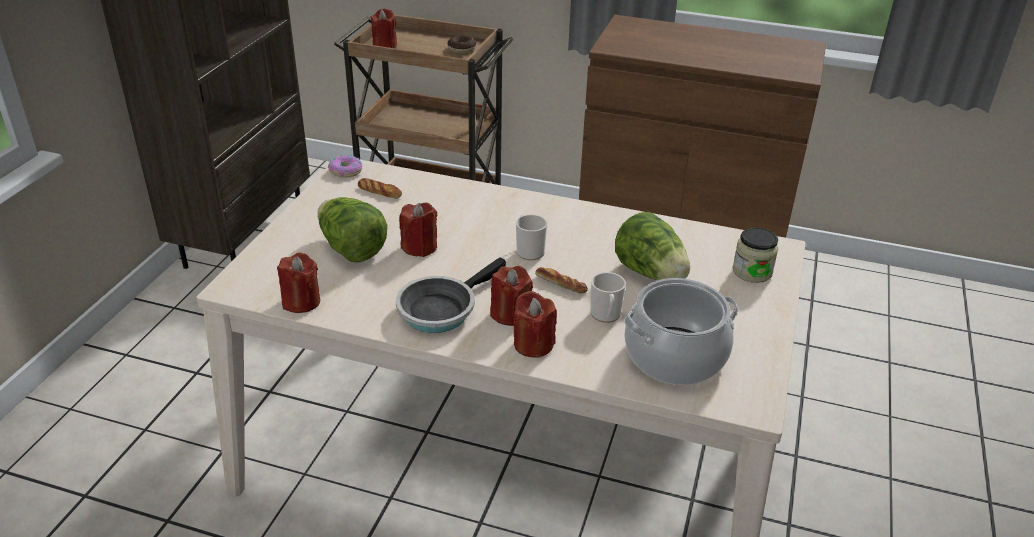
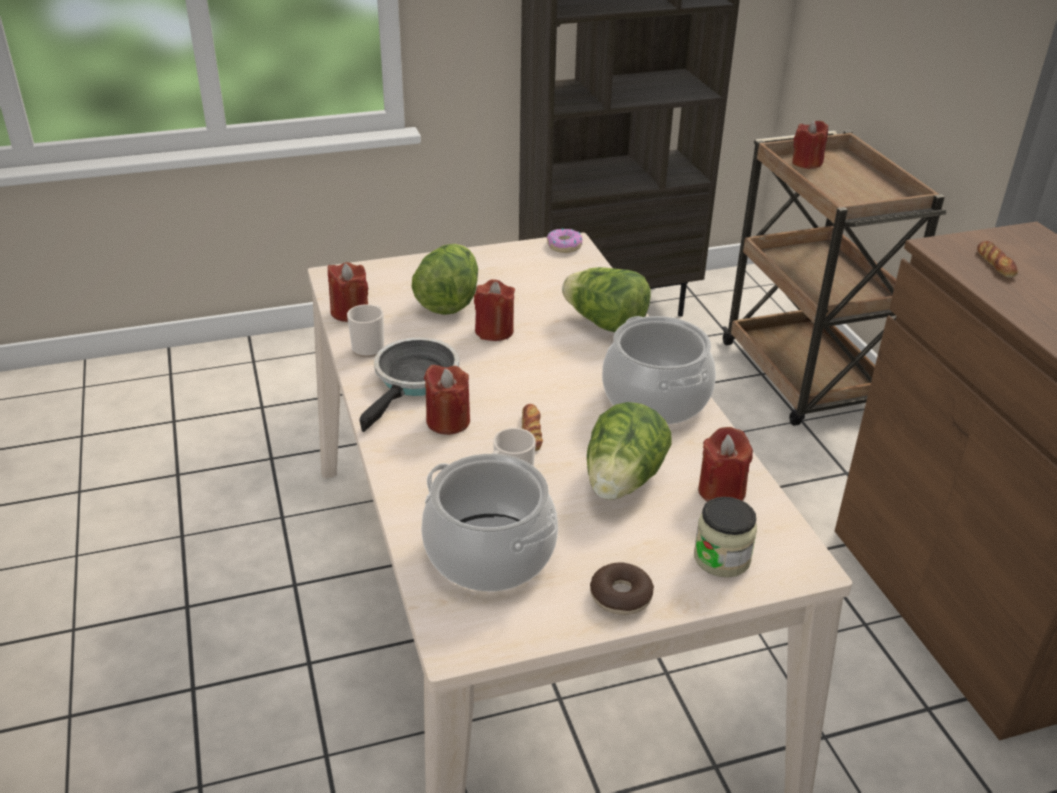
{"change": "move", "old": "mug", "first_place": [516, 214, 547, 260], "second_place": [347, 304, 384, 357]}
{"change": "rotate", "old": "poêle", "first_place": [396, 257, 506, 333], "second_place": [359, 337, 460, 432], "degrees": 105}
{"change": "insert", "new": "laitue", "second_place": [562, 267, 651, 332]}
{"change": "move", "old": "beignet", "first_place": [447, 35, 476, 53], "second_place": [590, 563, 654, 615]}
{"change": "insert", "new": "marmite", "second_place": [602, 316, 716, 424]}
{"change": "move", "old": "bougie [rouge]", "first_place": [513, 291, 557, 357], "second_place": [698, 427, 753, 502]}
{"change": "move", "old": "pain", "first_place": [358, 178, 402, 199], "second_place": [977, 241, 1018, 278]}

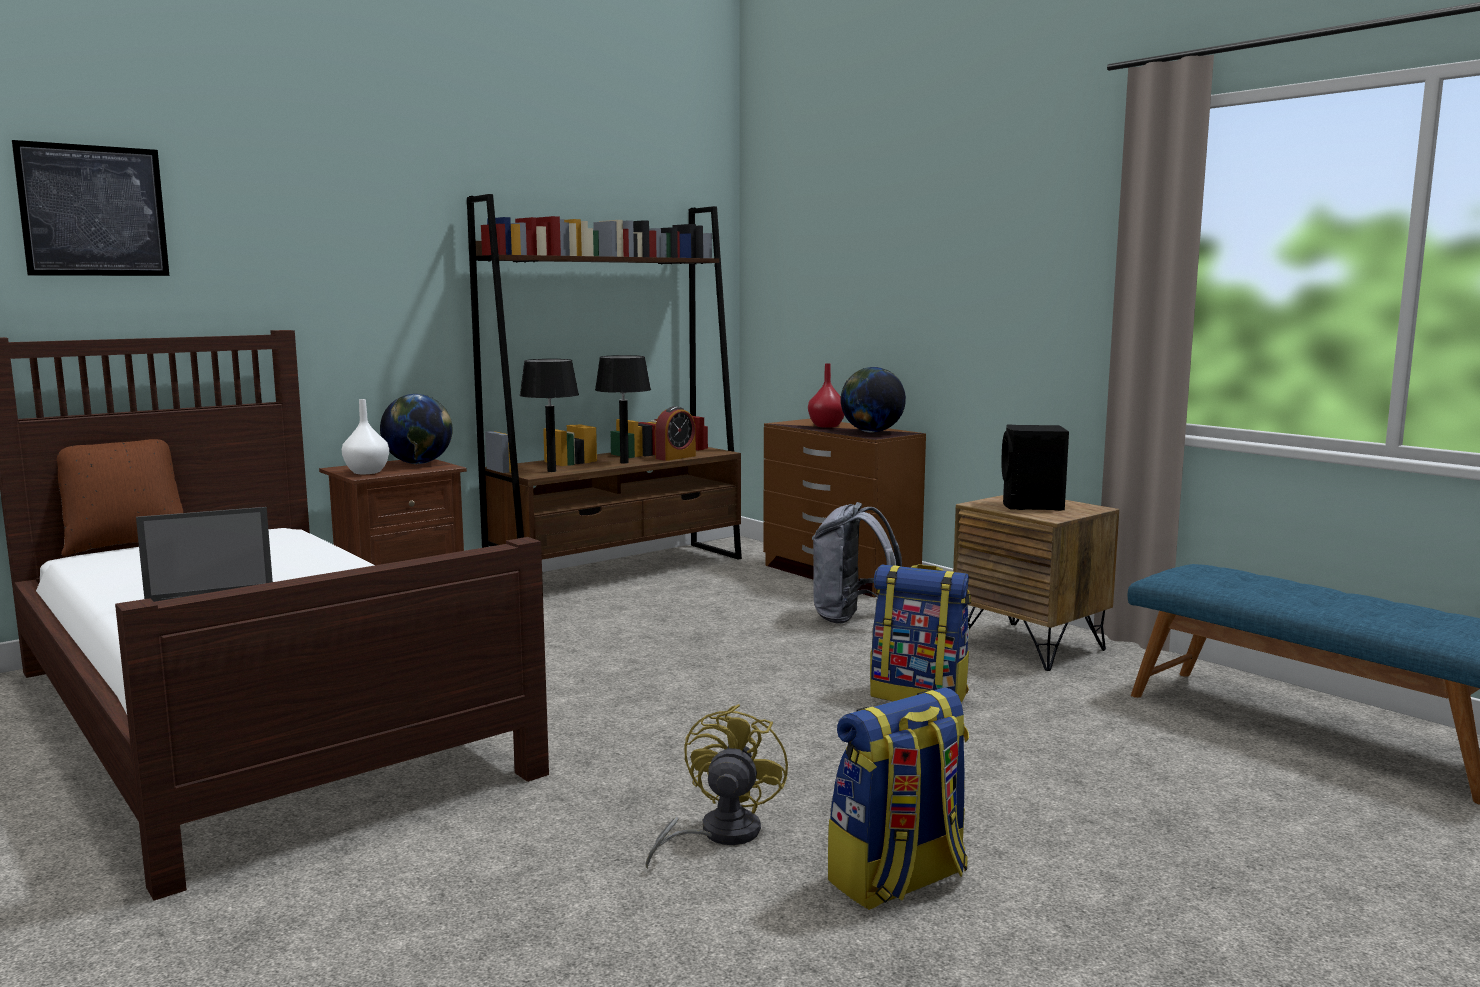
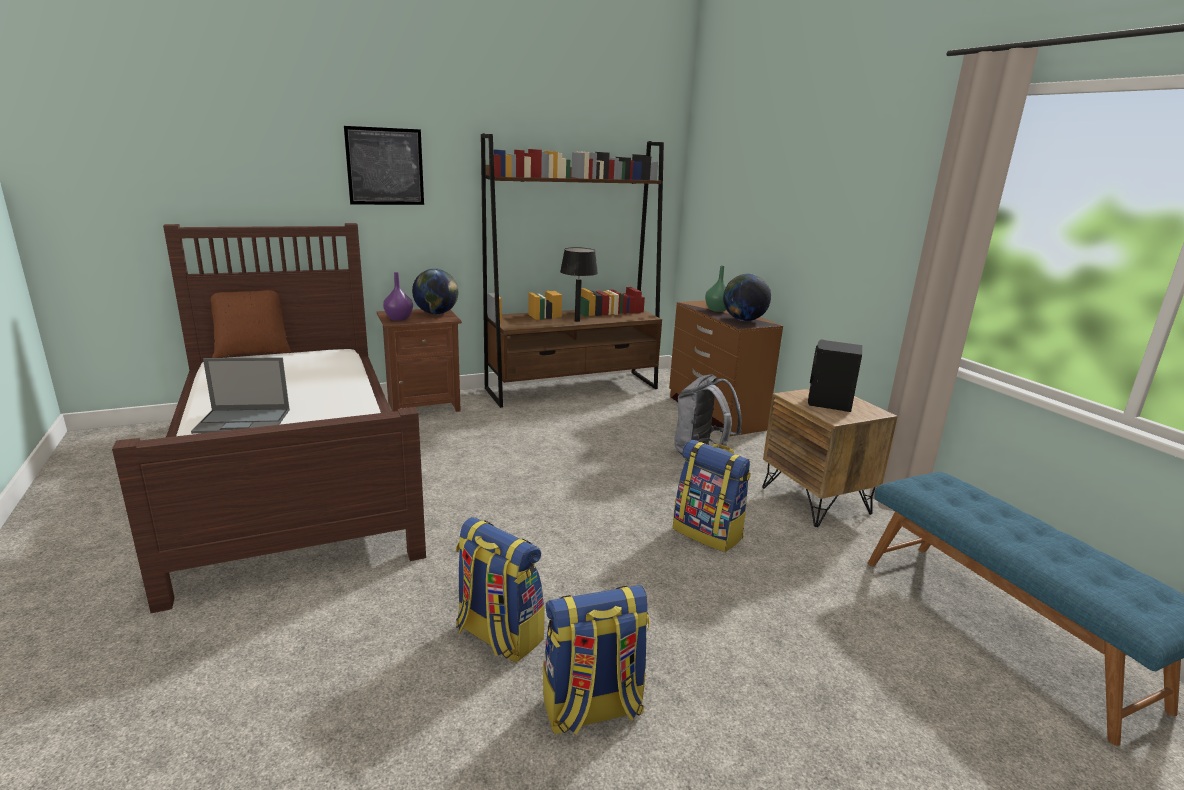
{"change": "move", "old": "tableau", "first_place": [12, 140, 169, 276], "second_place": [344, 126, 424, 205]}
{"change": "recolor", "old": "vase [blanc]", "new": "vase [violet]", "first_place": [342, 399, 389, 474], "second_place": [383, 272, 413, 321]}
{"change": "replace", "old": "ventilateur [jaune]", "new": "sac à dos", "first_place": [646, 704, 788, 869], "second_place": [456, 517, 544, 663]}
{"change": "recolor", "old": "vase [rouge]", "new": "vase [vert]", "first_place": [808, 363, 844, 428], "second_place": [705, 266, 726, 312]}
{"change": "delete", "old": "lampe de table [noir]", "first_place": [519, 359, 579, 472]}
{"change": "delete", "old": "réveil", "first_place": [655, 406, 696, 461]}

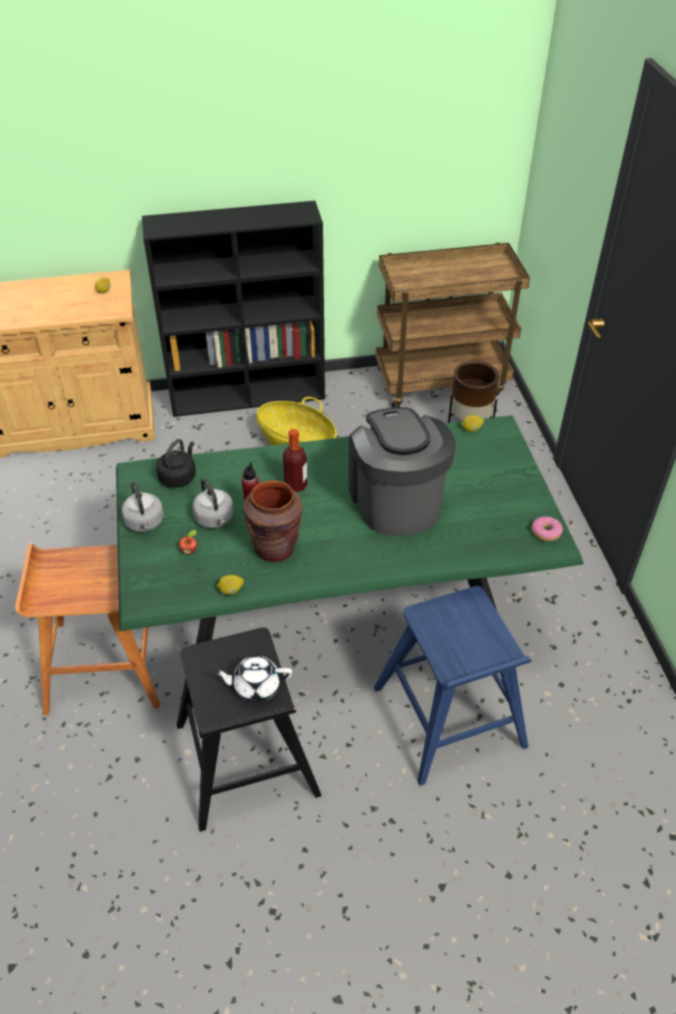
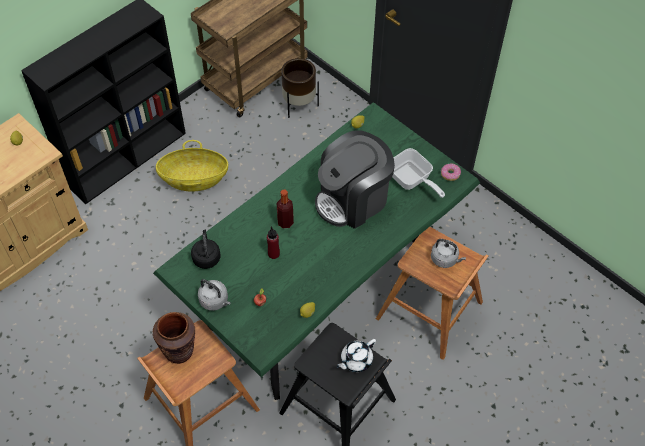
{"change": "move", "old": "vase [marron]", "first_place": [243, 480, 302, 562], "second_place": [153, 312, 195, 364]}
{"change": "rotate", "old": "machine à café", "first_place": [349, 407, 456, 536], "second_place": [315, 130, 395, 229], "degrees": -75}
{"change": "recolor", "old": "tabouret [bleu]", "new": "tabouret [marron]", "first_place": [374, 586, 532, 786], "second_place": [376, 227, 489, 360]}
{"change": "insert", "new": "poêle", "second_place": [392, 148, 445, 198]}
{"change": "move", "old": "bouilloire [gris]", "first_place": [193, 478, 234, 528], "second_place": [431, 239, 466, 268]}

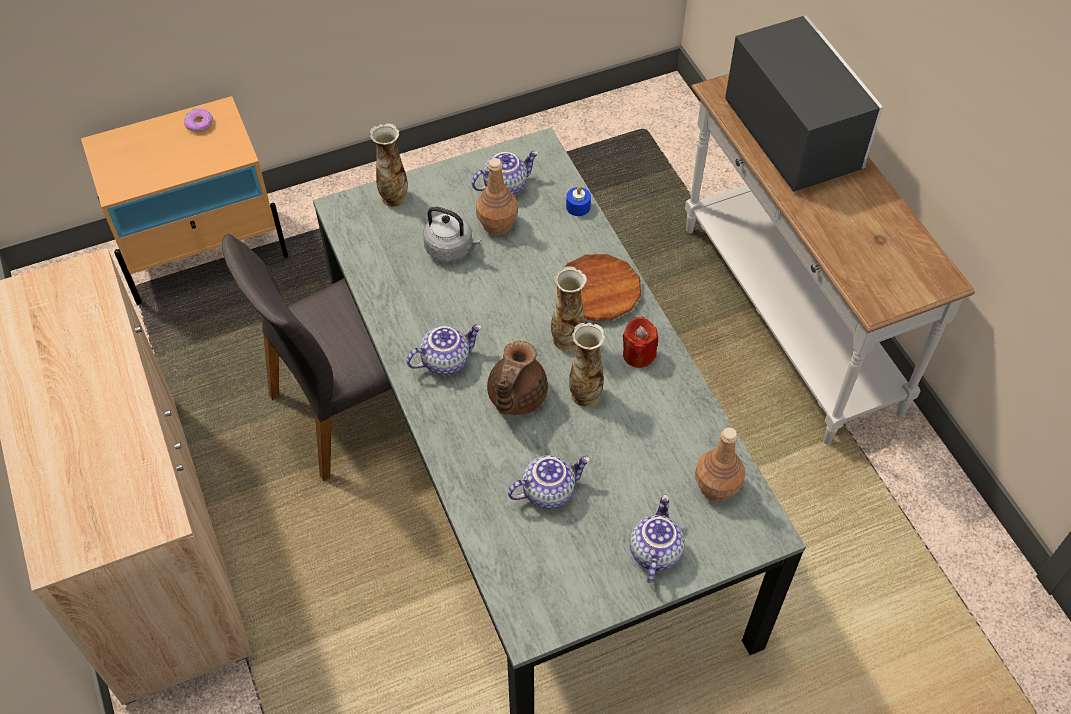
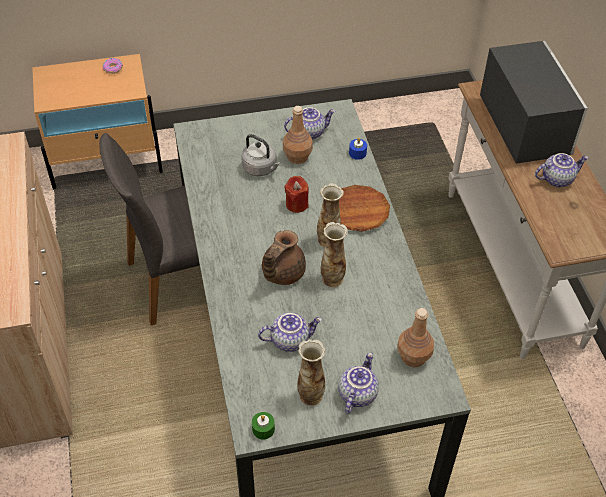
{"change": "insert", "new": "bougie [vert]", "second_place": [252, 412, 275, 439]}
{"change": "move", "old": "bougie [rouge]", "first_place": [623, 316, 658, 368], "second_place": [284, 176, 309, 213]}
{"change": "move", "old": "vase", "first_place": [370, 123, 408, 207], "second_place": [297, 339, 325, 406]}
{"change": "move", "old": "théière", "first_place": [406, 324, 482, 375], "second_place": [535, 153, 589, 187]}

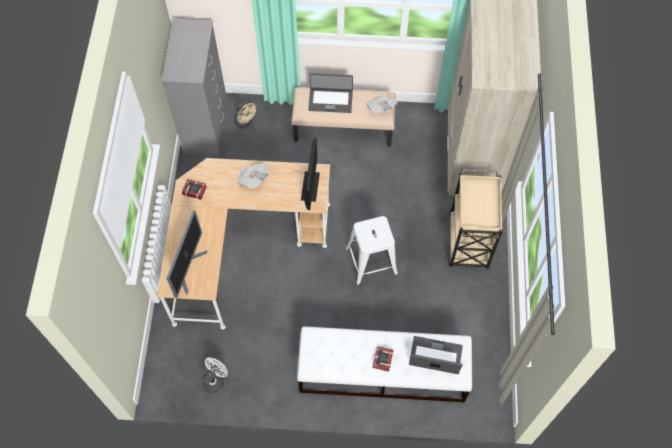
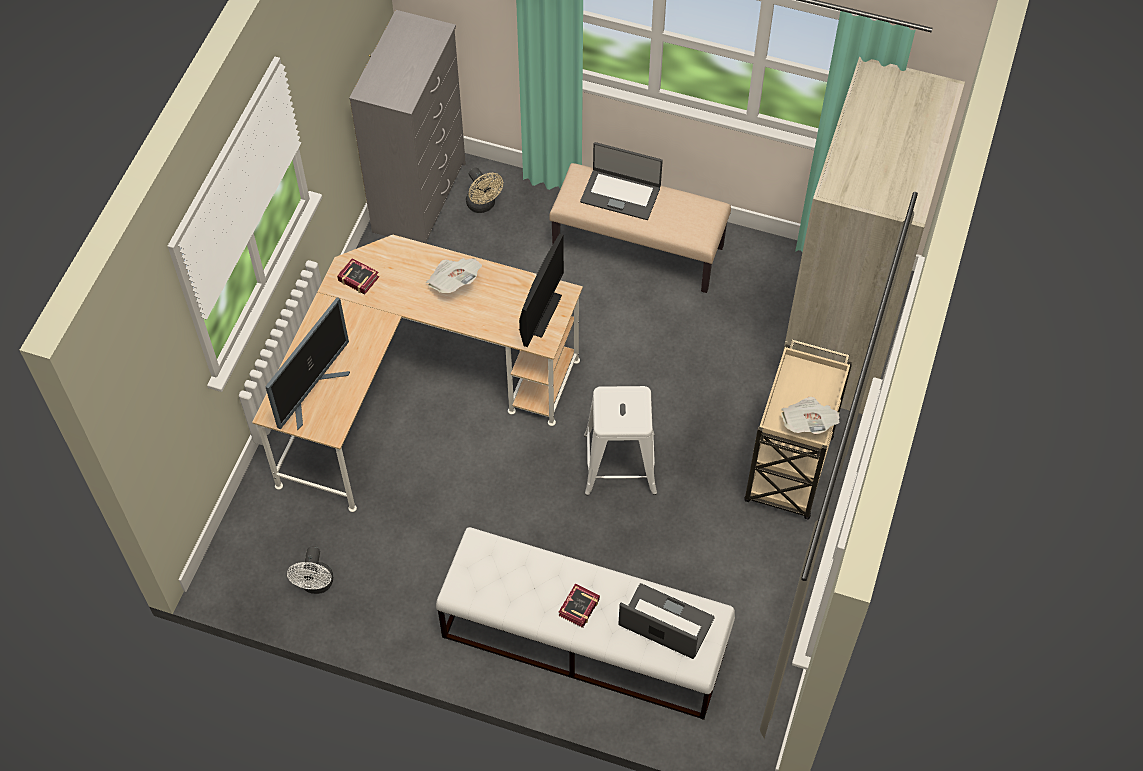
{"change": "rotate", "old": "ventilateur [blanc]", "first_place": [202, 357, 228, 393], "second_place": [287, 546, 333, 594], "degrees": 135}
{"change": "move", "old": "journal", "first_place": [365, 94, 398, 113], "second_place": [781, 397, 840, 434]}

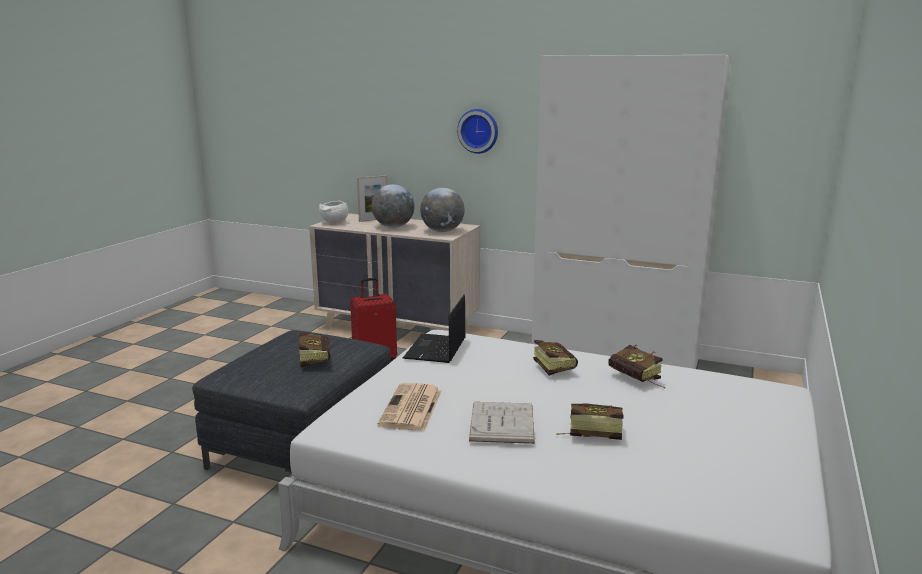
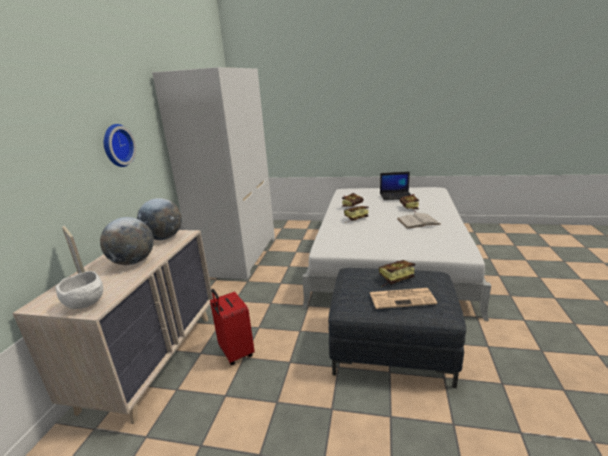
{"change": "move", "old": "journal", "first_place": [377, 383, 442, 431], "second_place": [370, 288, 437, 309]}
{"change": "move", "old": "ordinateur portable", "first_place": [403, 295, 466, 363], "second_place": [380, 172, 411, 200]}

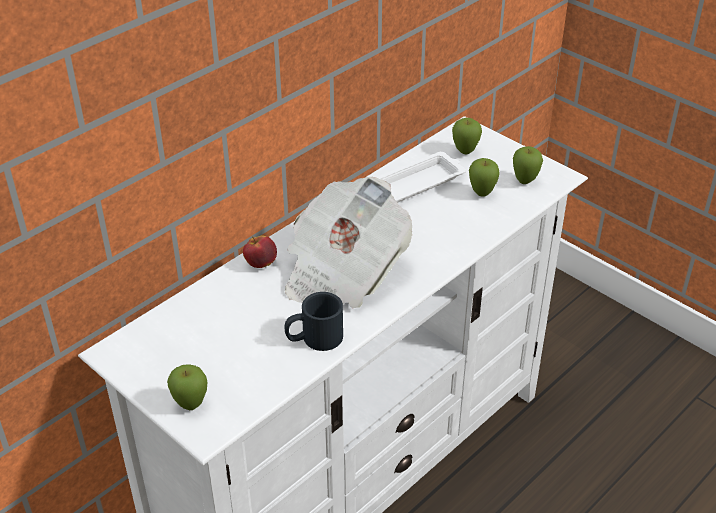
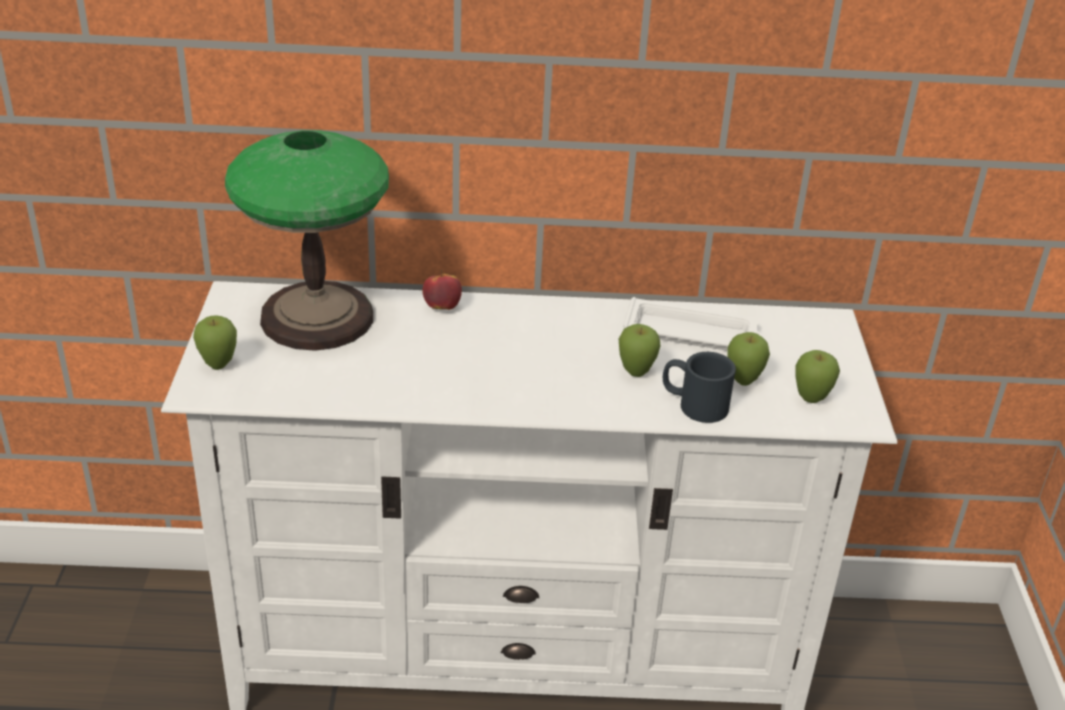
{"change": "insert", "new": "lampe de table", "second_place": [225, 130, 389, 351]}
{"change": "move", "old": "pomme", "first_place": [452, 118, 482, 154], "second_place": [619, 324, 660, 377]}
{"change": "move", "old": "mug [noir]", "first_place": [284, 292, 343, 351], "second_place": [663, 352, 736, 423]}
{"change": "delete", "old": "journal", "first_place": [284, 177, 412, 308]}

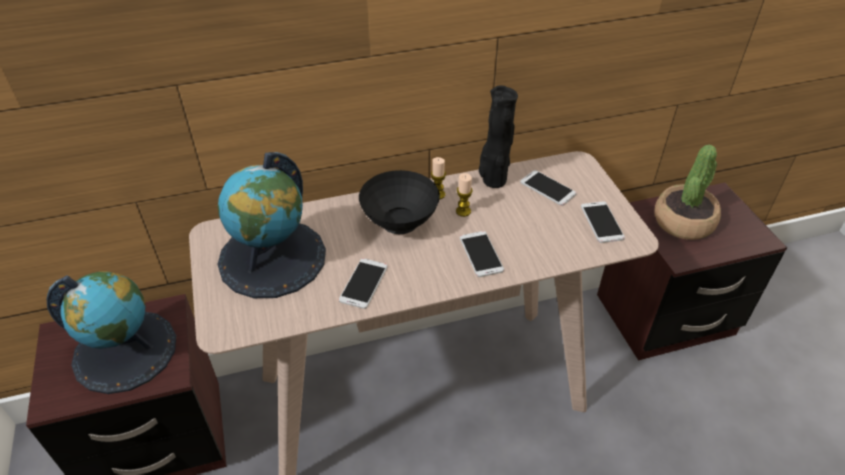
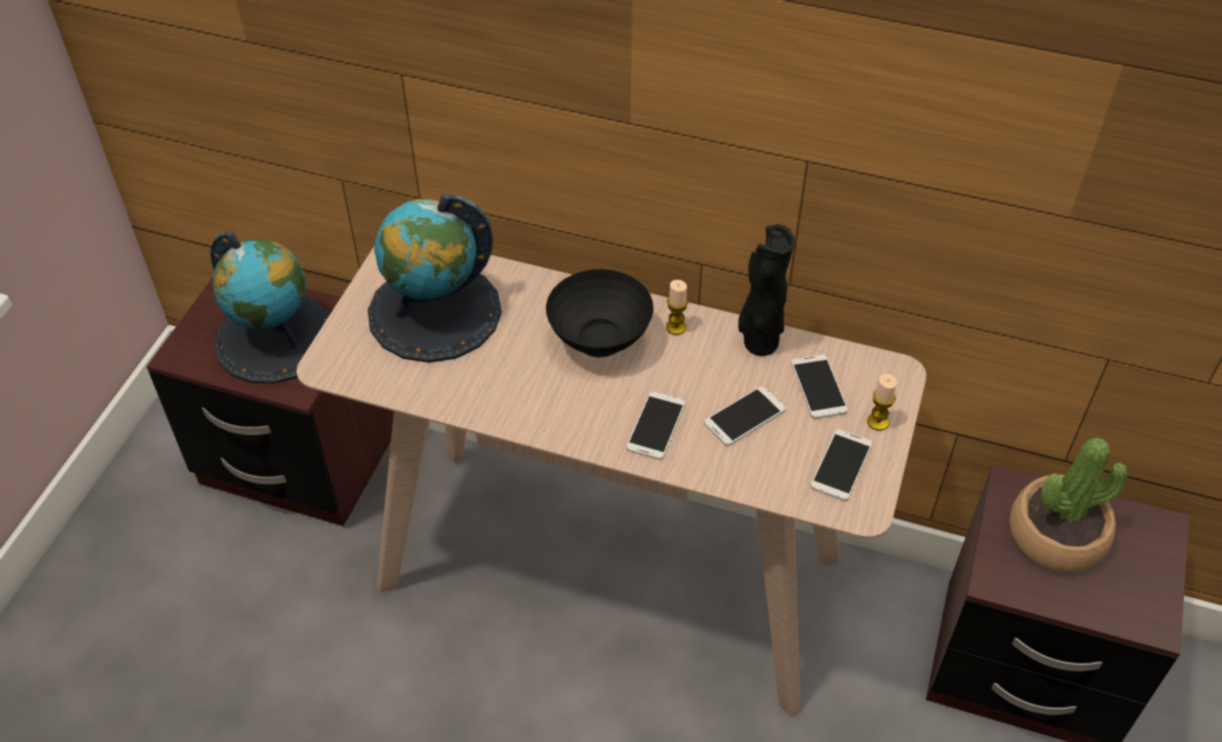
{"change": "move", "old": "téléphone", "first_place": [339, 258, 388, 309], "second_place": [704, 386, 786, 446]}
{"change": "move", "old": "bougie", "first_place": [456, 173, 473, 217], "second_place": [867, 374, 897, 431]}

